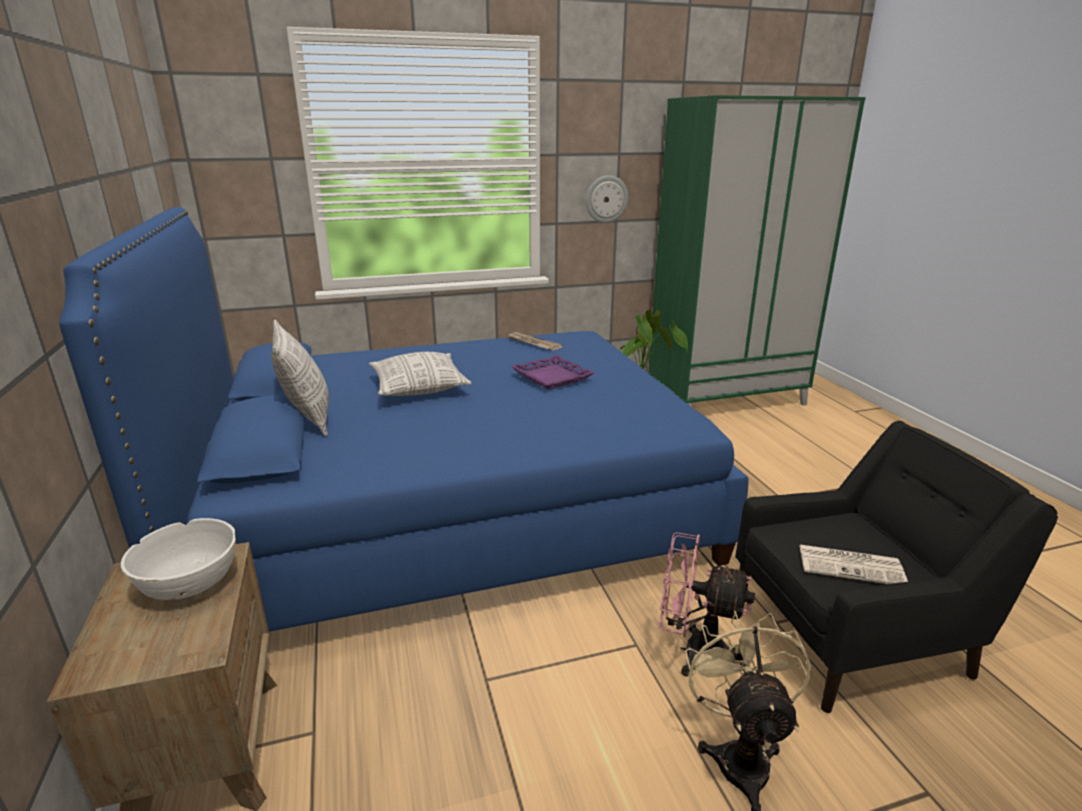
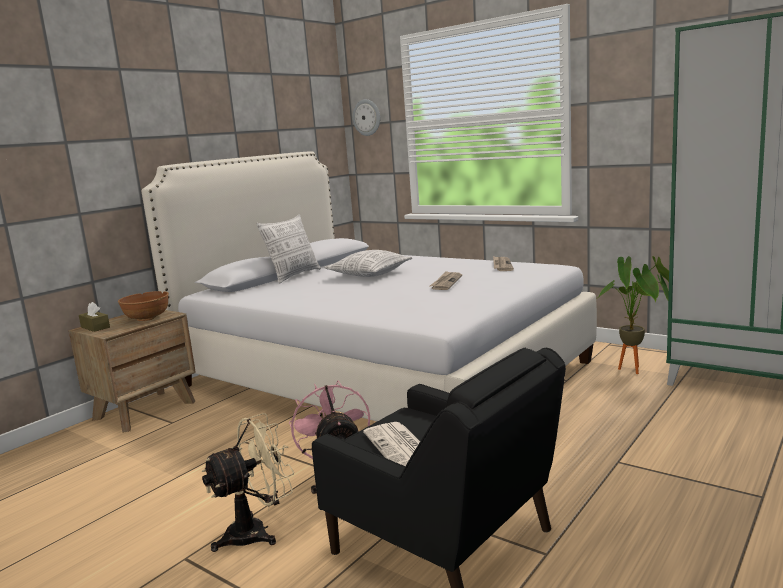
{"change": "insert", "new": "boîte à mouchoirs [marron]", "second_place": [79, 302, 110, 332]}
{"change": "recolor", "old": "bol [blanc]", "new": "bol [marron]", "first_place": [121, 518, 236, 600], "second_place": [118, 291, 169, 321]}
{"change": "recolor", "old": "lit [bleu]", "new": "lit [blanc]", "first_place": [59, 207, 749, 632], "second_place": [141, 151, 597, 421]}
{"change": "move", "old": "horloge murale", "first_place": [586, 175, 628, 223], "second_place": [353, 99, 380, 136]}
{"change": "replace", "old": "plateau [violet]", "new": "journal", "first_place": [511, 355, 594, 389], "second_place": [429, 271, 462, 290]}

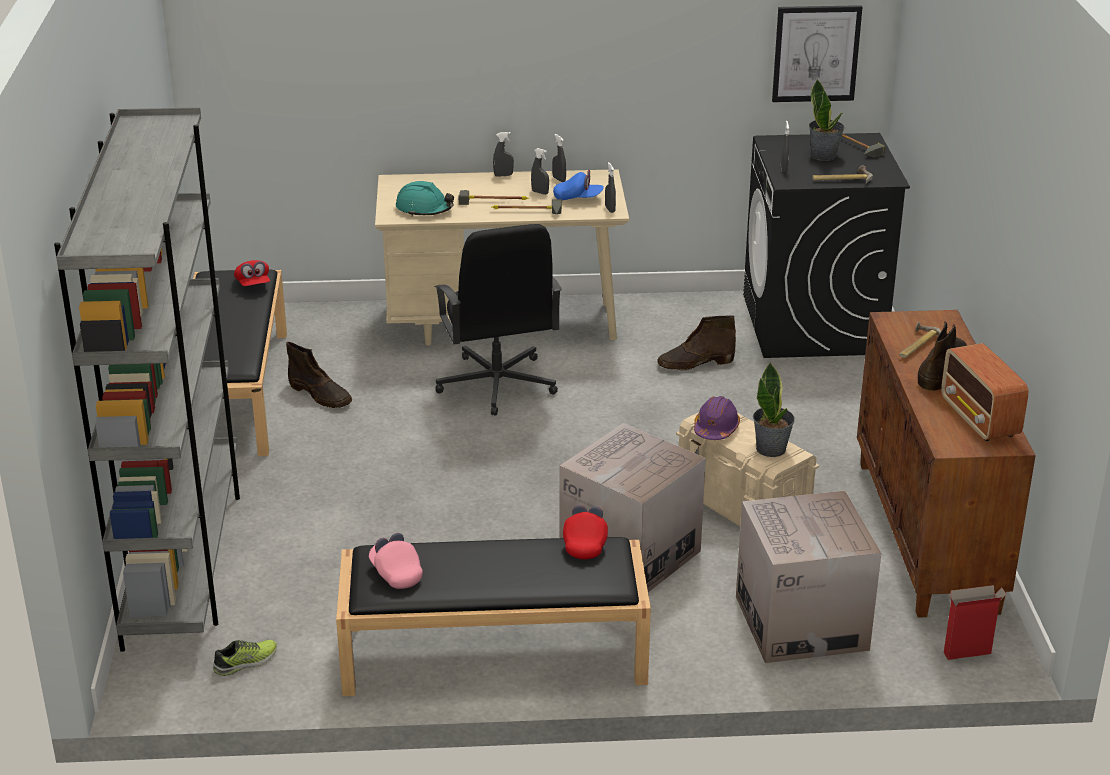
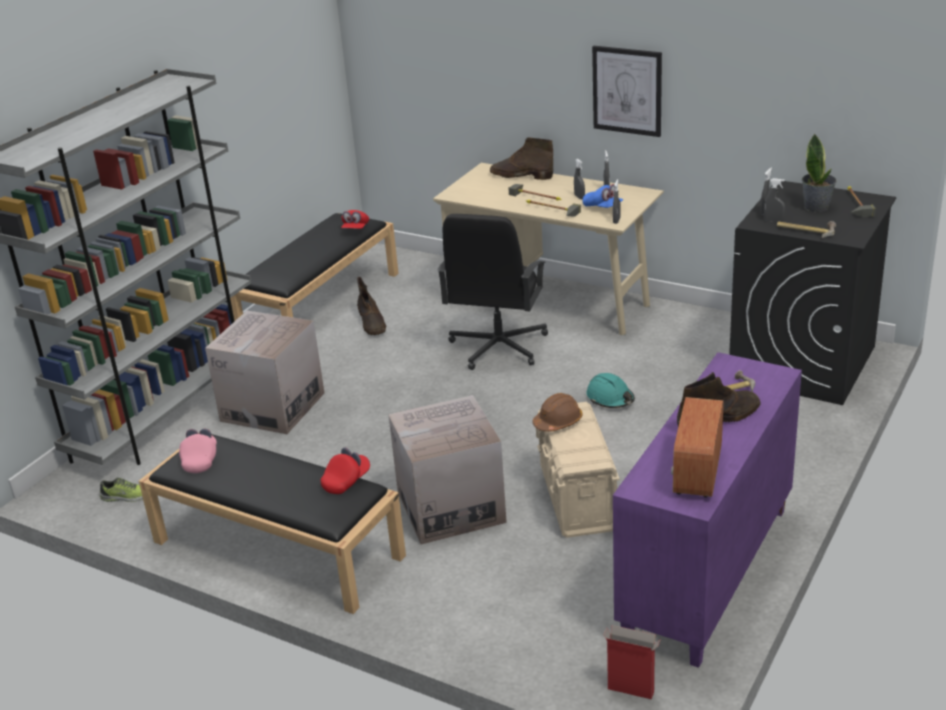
{"change": "move", "old": "carton", "first_place": [736, 491, 881, 663], "second_place": [205, 311, 325, 434]}
{"change": "move", "old": "botte [marron]", "first_place": [657, 315, 736, 371], "second_place": [490, 138, 553, 180]}
{"change": "recolor", "old": "casque de chantier [violet]", "new": "casque de chantier [marron]", "first_place": [694, 396, 740, 440], "second_place": [532, 393, 583, 432]}
{"change": "move", "old": "casque de chantier [turquoise]", "first_place": [396, 181, 454, 217], "second_place": [586, 373, 635, 408]}
{"change": "move", "old": "tableau", "first_place": [772, 5, 862, 102], "second_place": [592, 46, 662, 137]}
{"change": "recolor", "old": "meuble de rangement [marron]", "new": "meuble de rangement [violet]", "first_place": [857, 310, 1036, 618], "second_place": [613, 352, 802, 668]}
{"change": "move", "old": "vaporisateur [gris]", "first_place": [493, 132, 514, 177], "second_place": [764, 178, 785, 222]}
{"change": "delete", "old": "plante en pot", "first_place": [753, 362, 795, 457]}

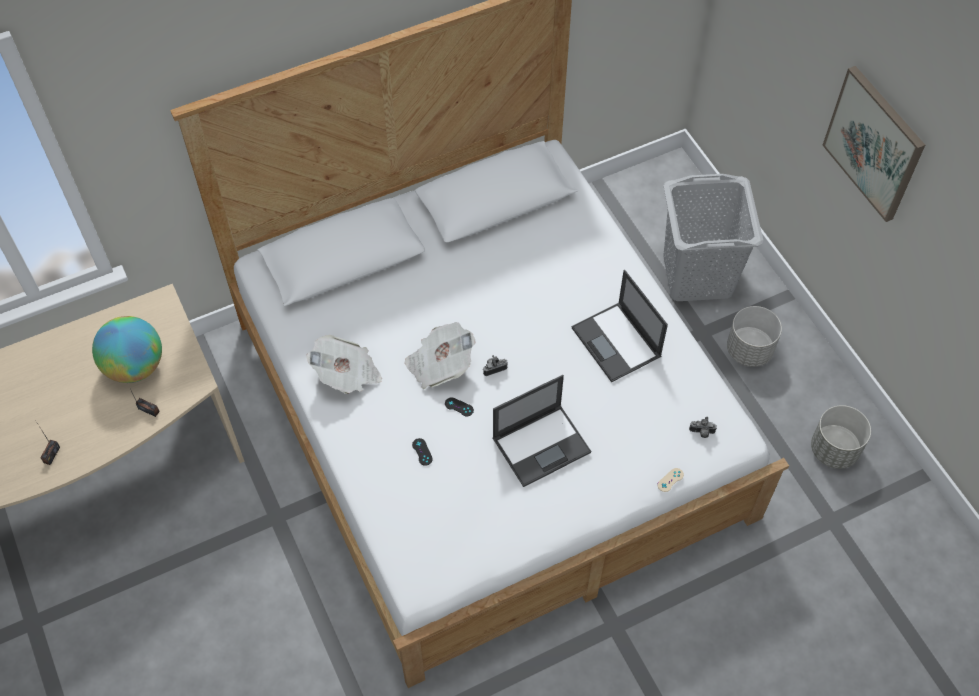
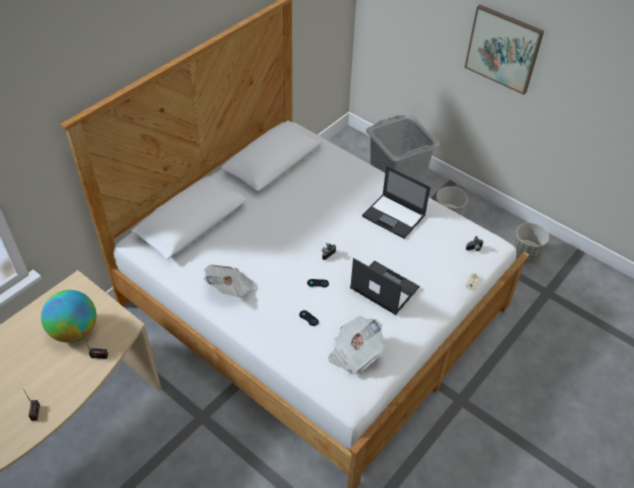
{"change": "move", "old": "journal", "first_place": [404, 322, 476, 389], "second_place": [328, 316, 386, 375]}
{"change": "rotate", "old": "ordinateur portable", "first_place": [493, 375, 591, 487], "second_place": [350, 258, 420, 315], "degrees": -90}

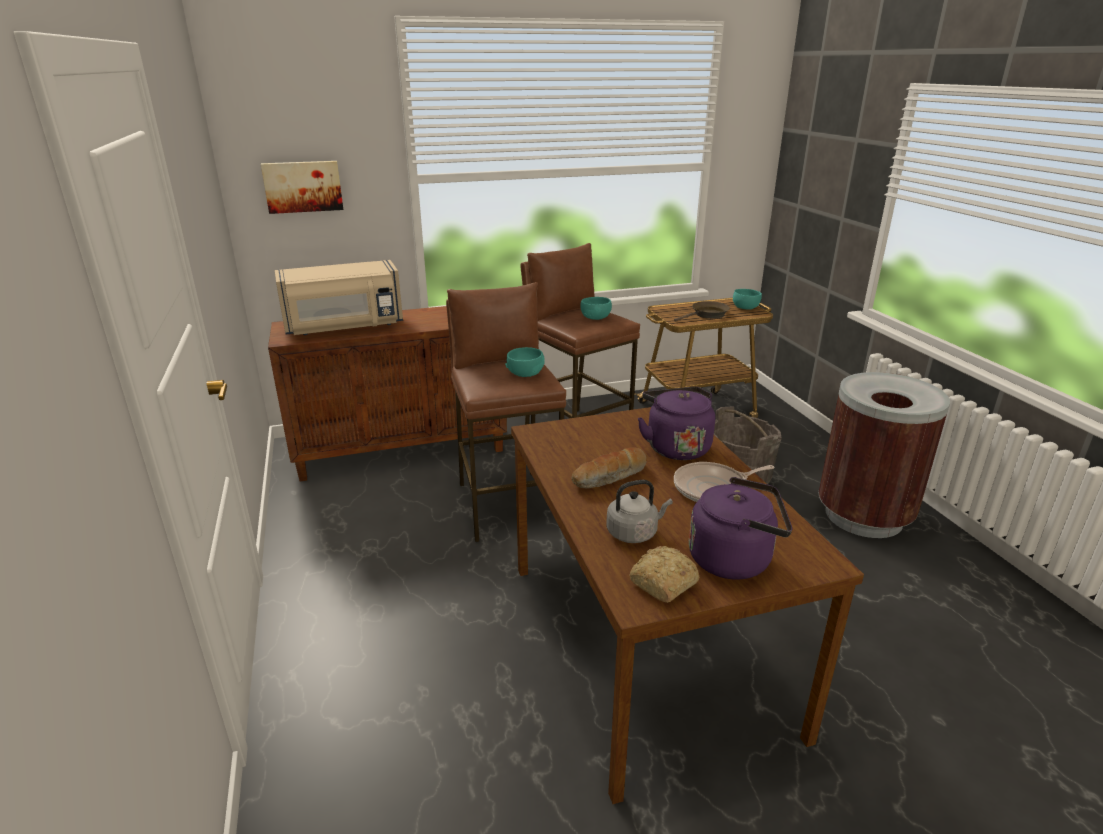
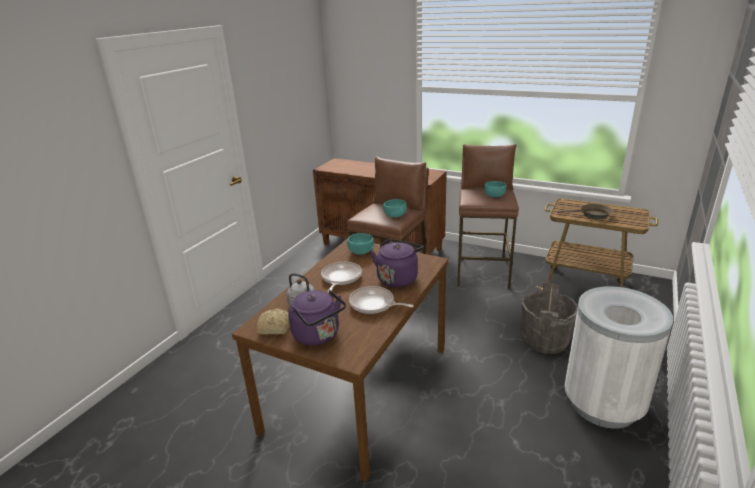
{"change": "replace", "old": "pain", "new": "poêle", "first_place": [572, 447, 647, 489], "second_place": [321, 262, 362, 293]}
{"change": "move", "old": "bol [turquoise]", "first_place": [733, 289, 762, 310], "second_place": [347, 233, 374, 255]}
{"change": "recolor", "old": "poubelle [marron]", "new": "poubelle [blanc]", "first_place": [818, 372, 950, 538], "second_place": [564, 286, 673, 429]}
{"change": "delete", "old": "tableau", "first_place": [260, 161, 343, 214]}
{"change": "delete", "old": "micro-ondes [beige]", "first_place": [275, 260, 403, 335]}

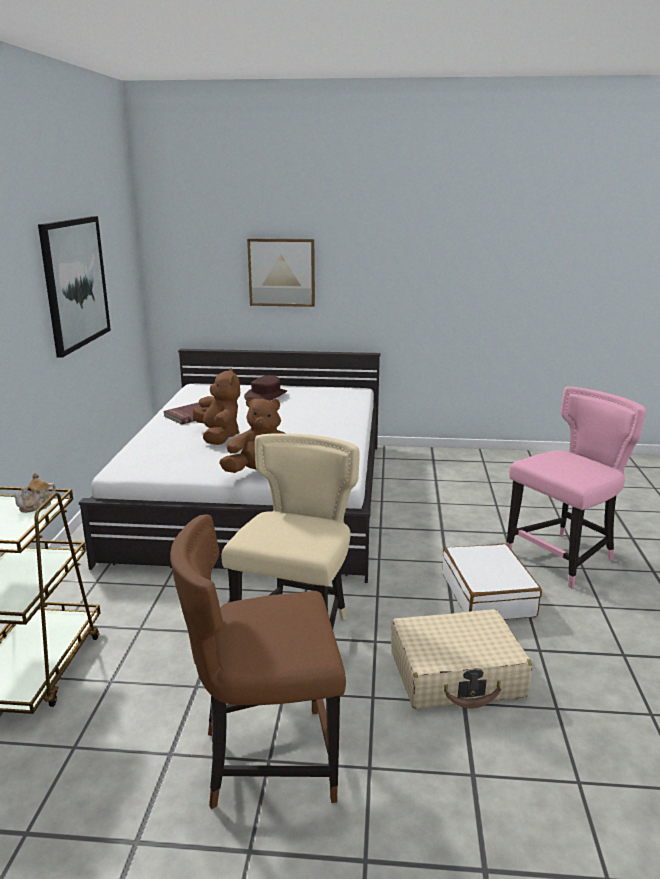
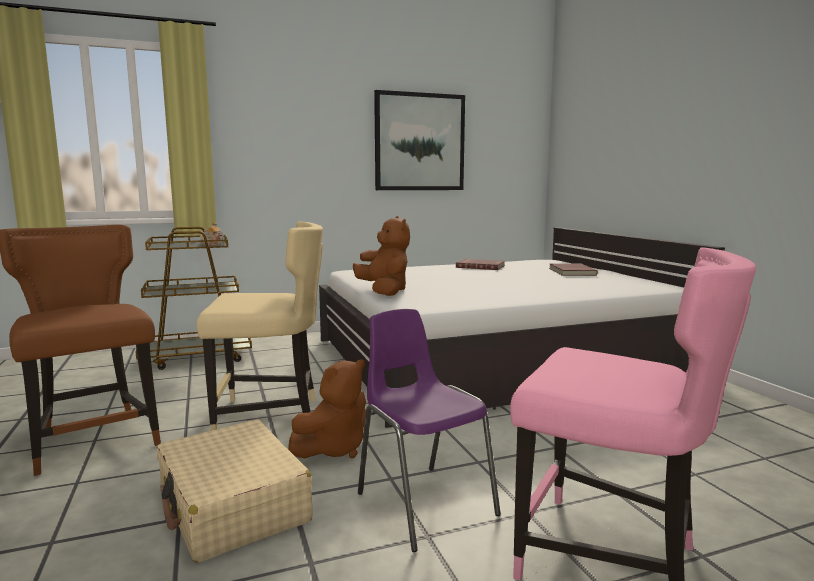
{"change": "move", "old": "peluche [marron]", "first_place": [193, 368, 240, 445], "second_place": [288, 359, 366, 458]}
{"change": "replace", "old": "valise [blanc]", "new": "chaise [violet]", "first_place": [443, 543, 542, 620], "second_place": [358, 309, 501, 552]}
{"change": "replace", "old": "chapeau [marron]", "new": "livre [rouge]", "first_place": [244, 375, 287, 401], "second_place": [549, 263, 598, 276]}
{"change": "delete", "old": "tableau", "first_place": [247, 239, 315, 307]}

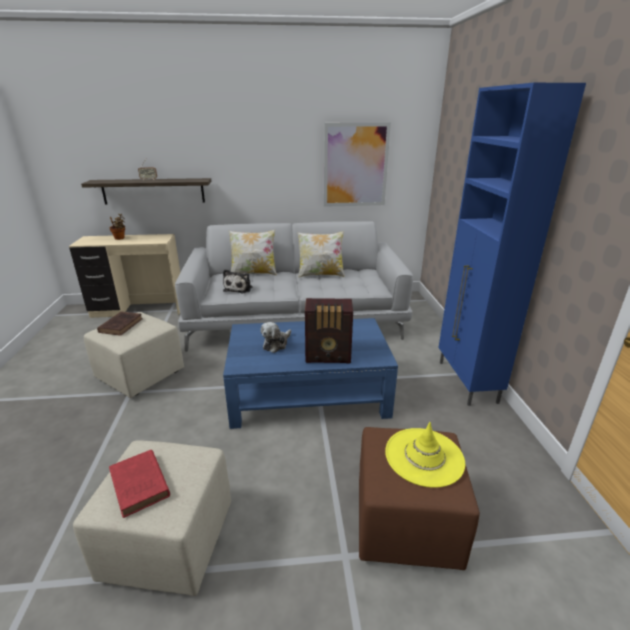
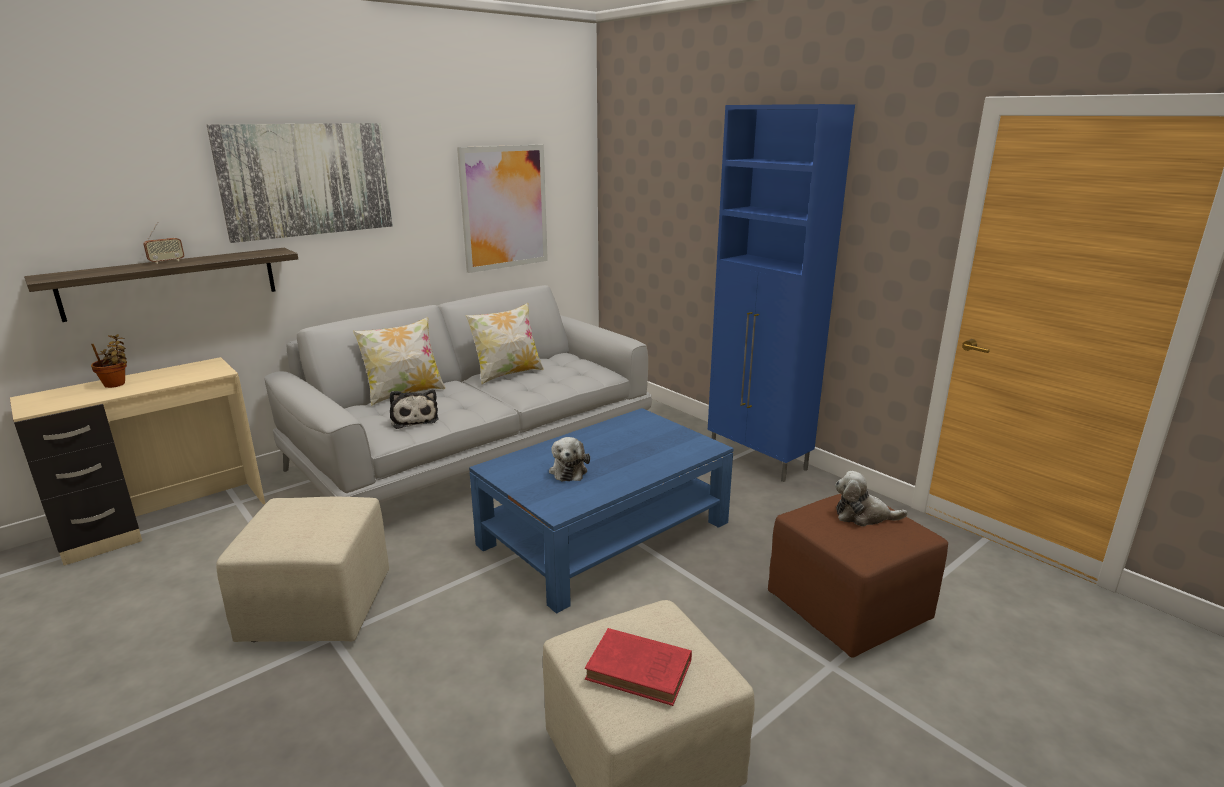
{"change": "insert", "new": "tableau", "second_place": [207, 123, 393, 243]}
{"change": "replace", "old": "chapeau [jaune]", "new": "peluche", "first_place": [385, 422, 465, 488], "second_place": [835, 471, 908, 526]}
{"change": "delete", "old": "livre [marron]", "first_place": [97, 311, 143, 336]}
{"change": "delete", "old": "radio", "first_place": [305, 298, 353, 363]}

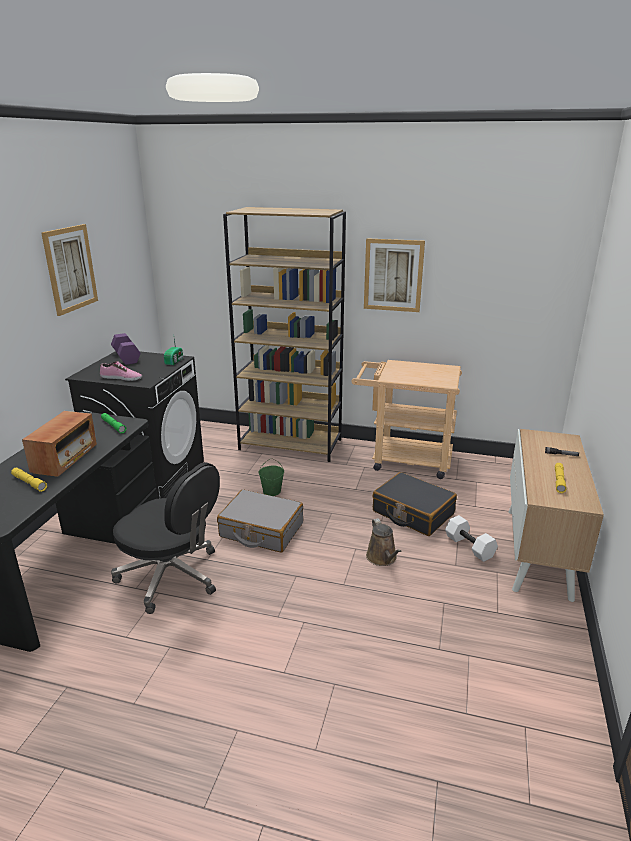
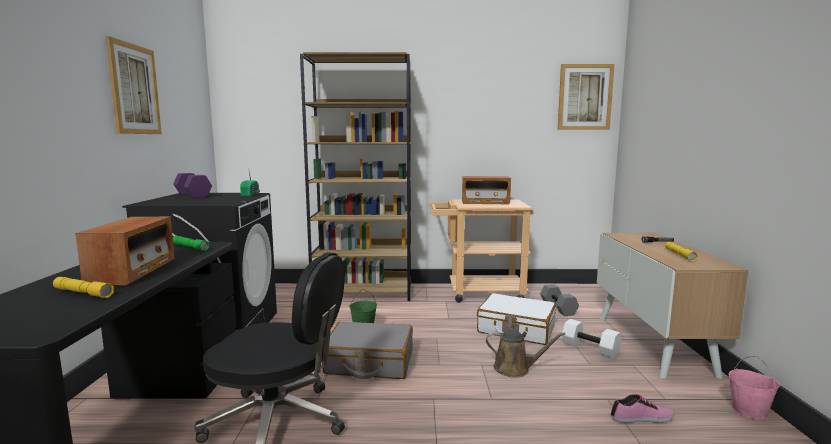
{"change": "insert", "new": "radio", "second_place": [462, 176, 511, 204]}
{"change": "recolor", "old": "valise [noir]", "new": "valise [blanc]", "first_place": [373, 472, 457, 536], "second_place": [477, 293, 556, 345]}
{"change": "rotate", "old": "arrosoir [marron]", "first_place": [366, 519, 402, 566], "second_place": [486, 330, 565, 378], "degrees": -45}
{"change": "insert", "new": "haltère [gris]", "second_place": [540, 284, 579, 316]}
{"change": "move", "old": "tableau", "first_place": [364, 238, 425, 312], "second_place": [558, 64, 615, 130]}
{"change": "move", "old": "chaussure", "first_place": [100, 361, 142, 381], "second_place": [611, 394, 674, 423]}
{"change": "insert", "new": "seau [rose]", "second_place": [728, 356, 780, 420]}

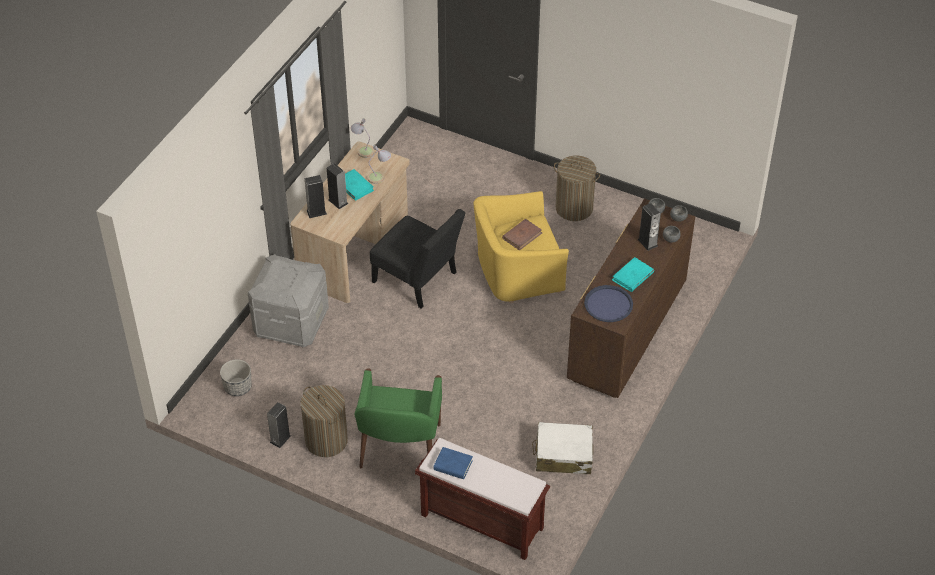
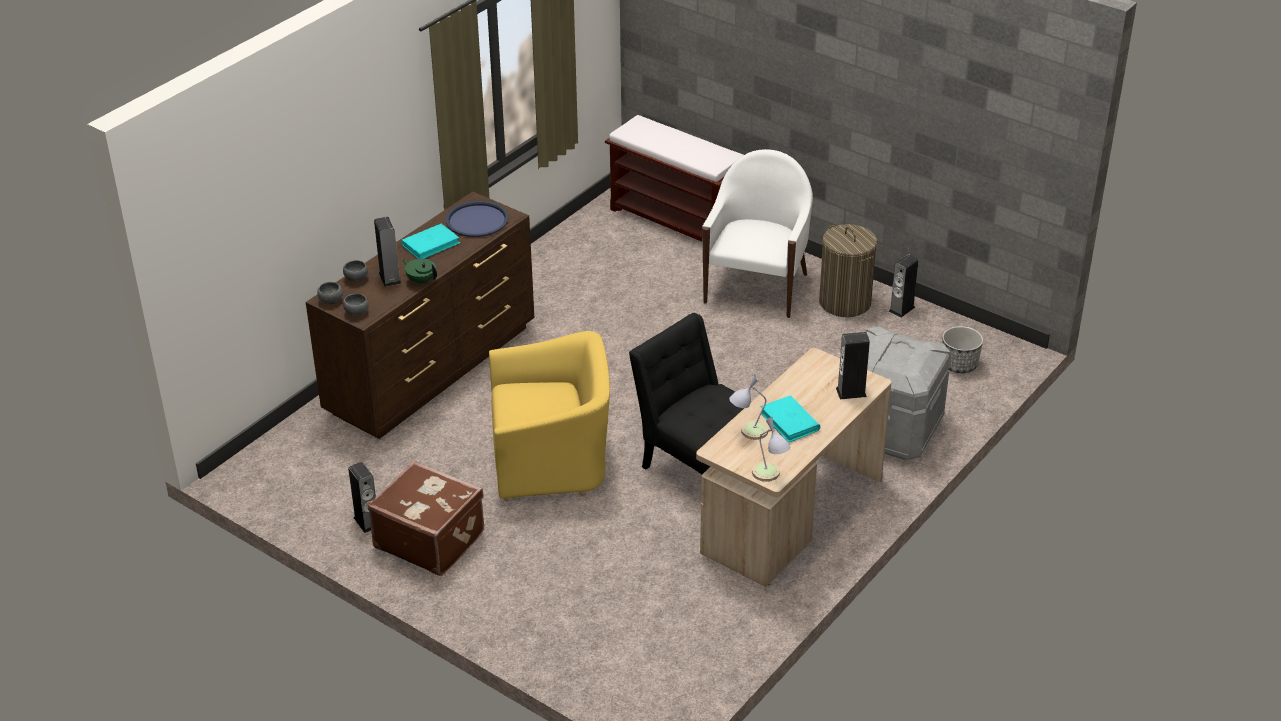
{"change": "move", "old": "enceinte", "first_place": [327, 163, 348, 209], "second_place": [348, 462, 376, 533]}
{"change": "replace", "old": "panier à linge", "new": "valise [marron]", "first_place": [554, 156, 600, 221], "second_place": [368, 461, 484, 576]}
{"change": "insert", "new": "théière [vert]", "second_place": [402, 259, 437, 284]}
{"change": "recolor", "old": "fauteuil [vert]", "new": "fauteuil [blanc]", "first_place": [354, 368, 442, 468], "second_place": [702, 149, 813, 318]}
{"change": "delete", "old": "livre [bleu]", "first_place": [433, 447, 473, 479]}
{"change": "delete", "old": "livre [marron]", "first_place": [502, 219, 542, 250]}
{"change": "delete", "old": "valise [blanc]", "first_place": [532, 422, 593, 474]}

